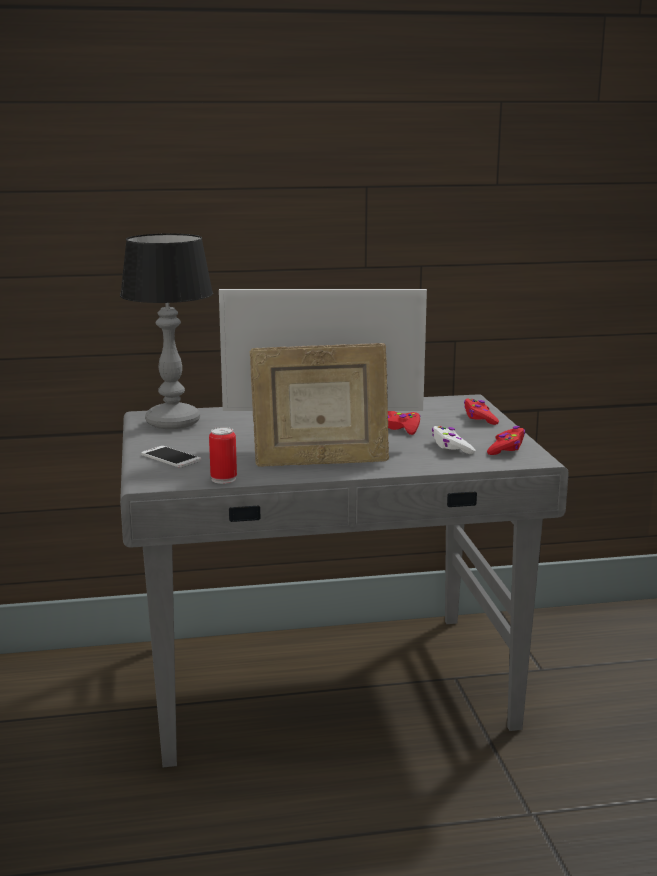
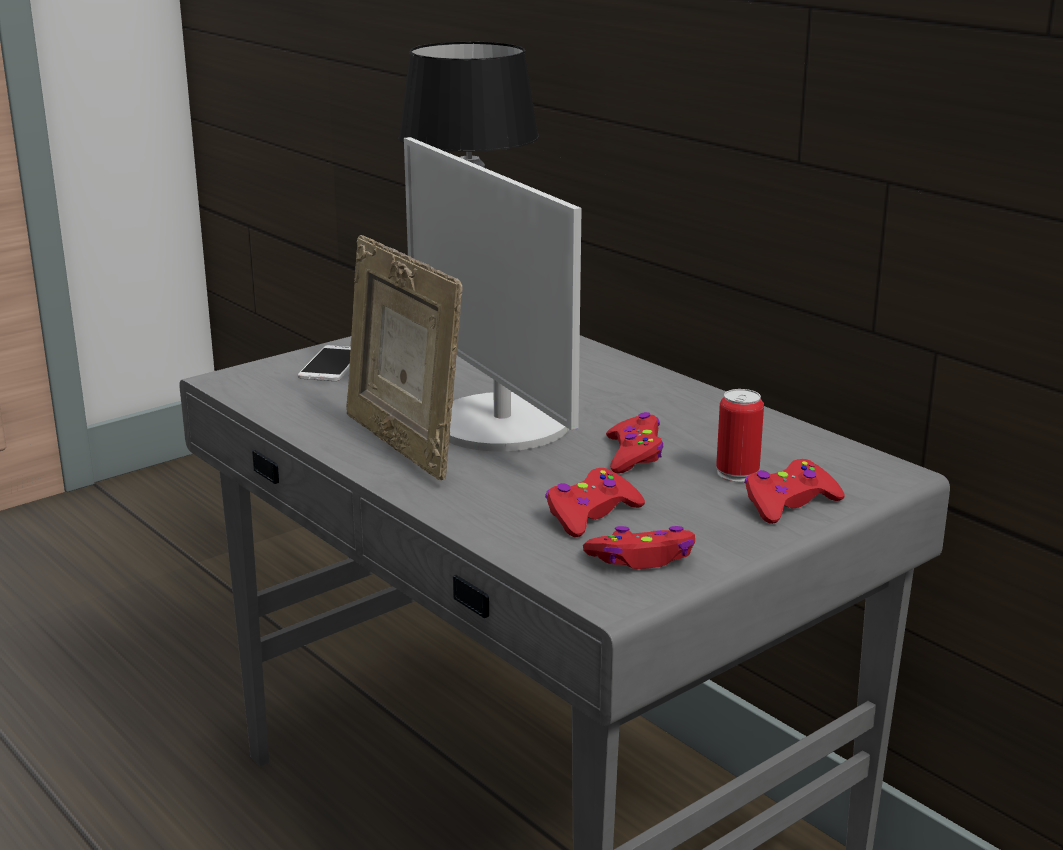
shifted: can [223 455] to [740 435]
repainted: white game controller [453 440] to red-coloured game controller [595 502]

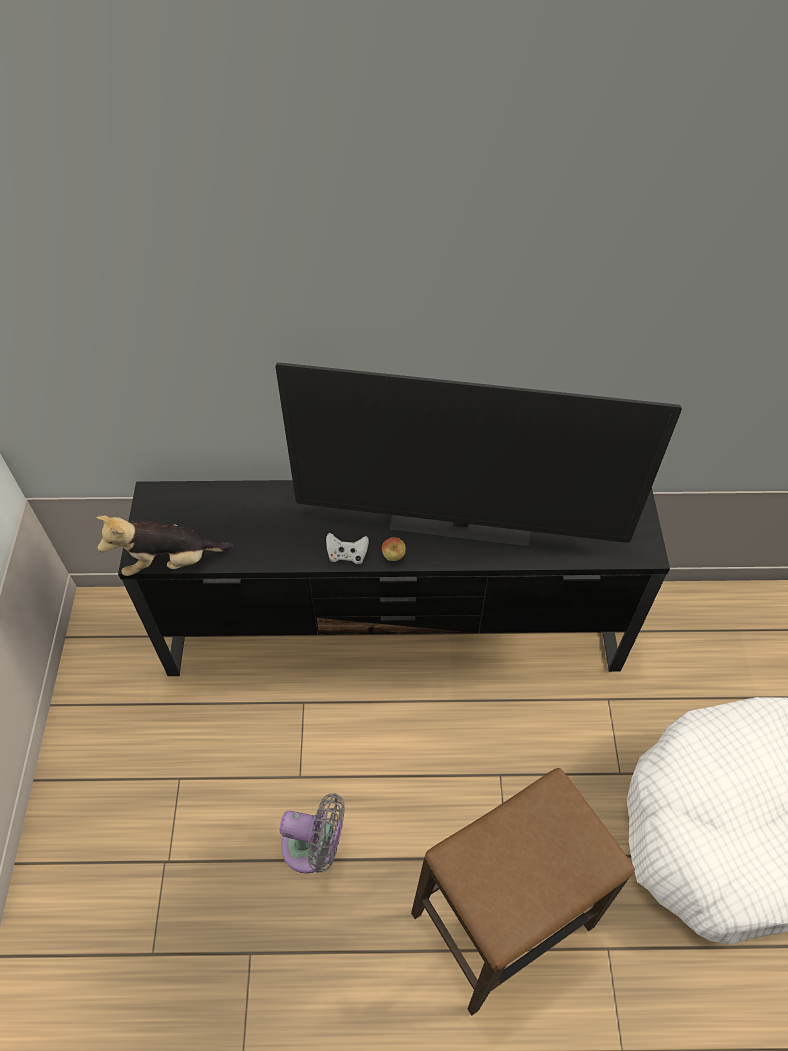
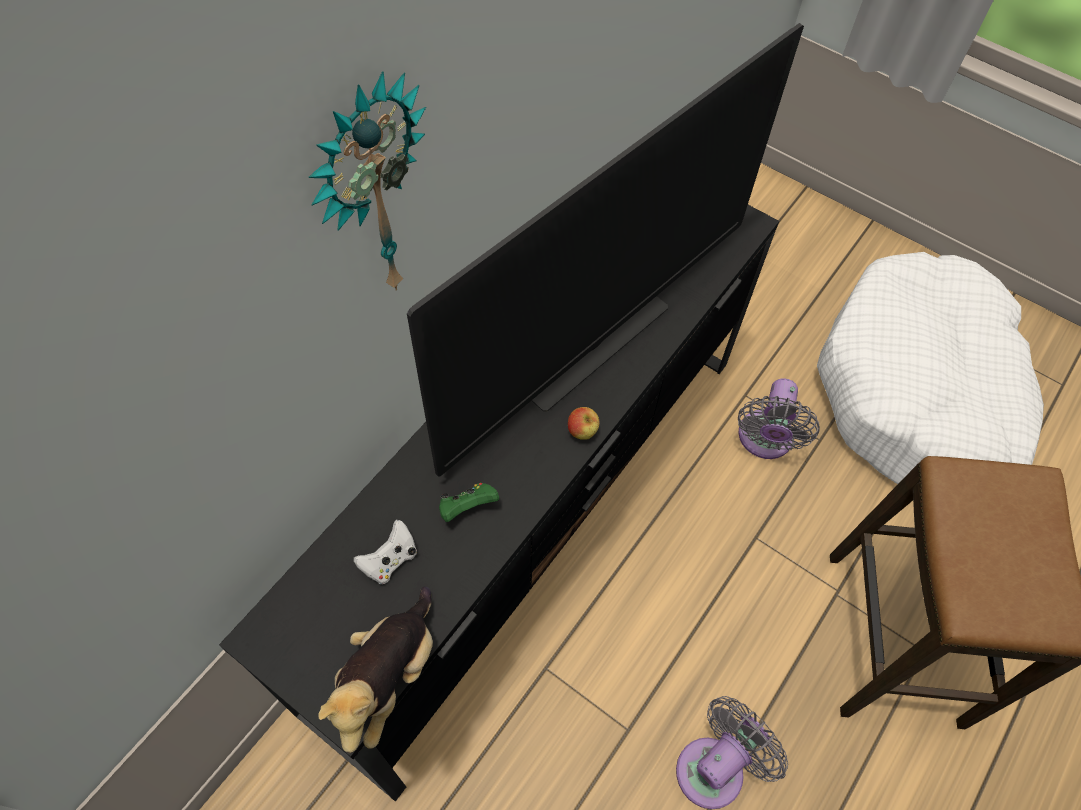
new: hanging clock [367 181]; gray cooling fan [779 418]; green game controller [469 502]
shifted: white game controller [347 548] to [385 552]

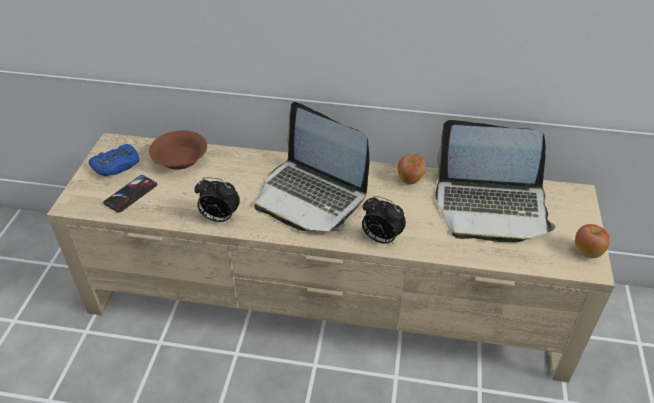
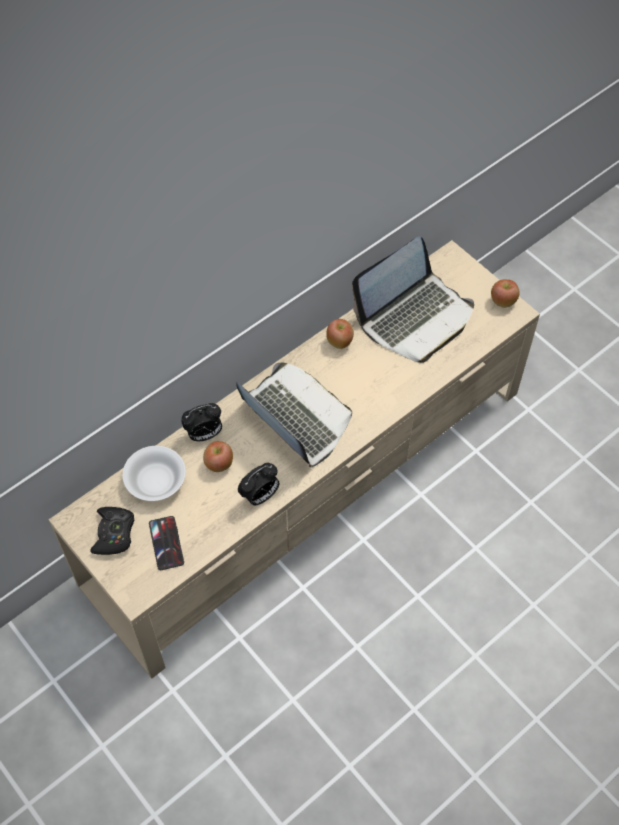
new: apple [218 456]
shifted: table clock [384 220] to [201 422]
repainted: brownish deep dish [178 150] to white deep dish [154 473]; bluish game controller [114 160] to blackish game controller [112 531]
rotated: notebook computer [311 166] = [294 415] 120 degrees counterclockwise

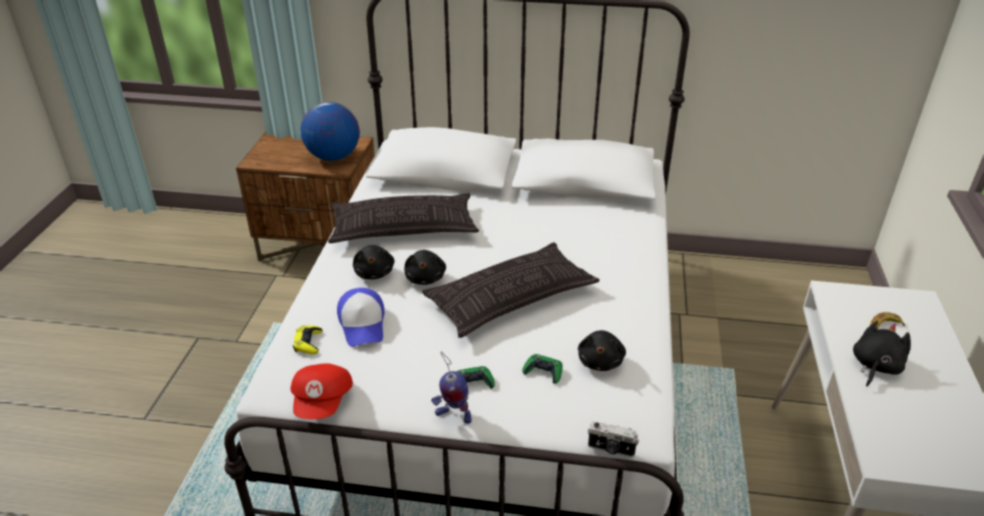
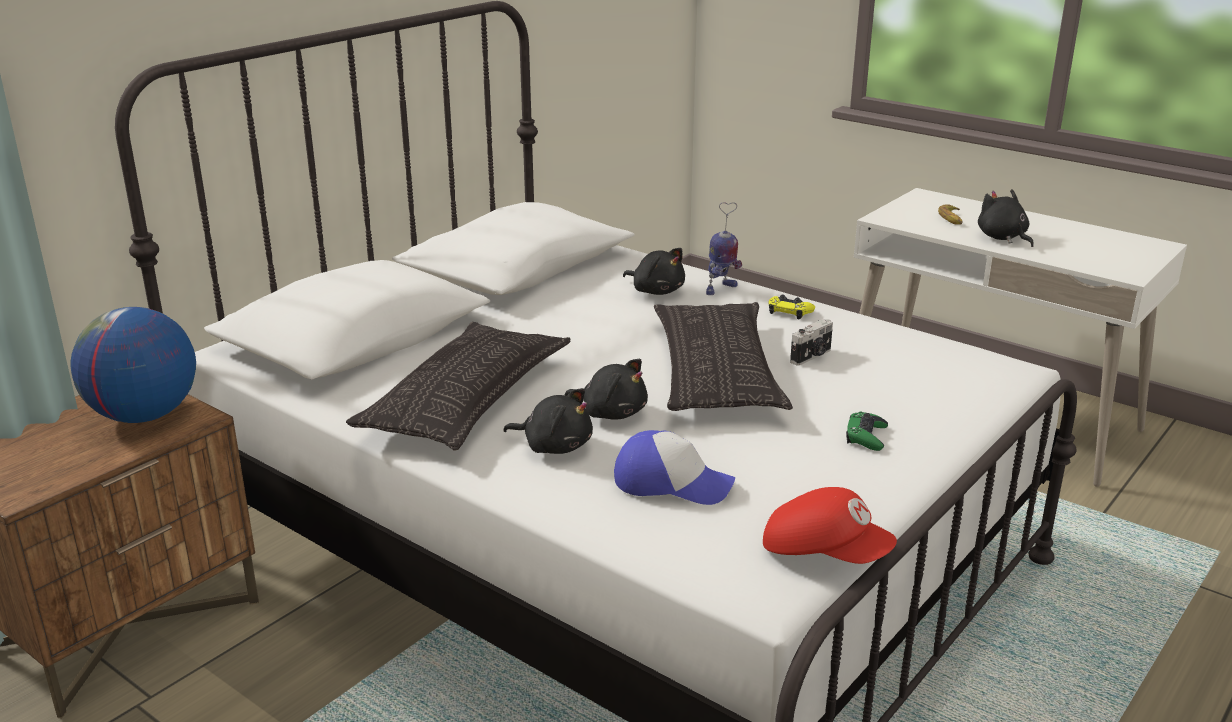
gone: green game controller [542 369]
shifted: yellow game controller [308 339] to [791 307]; blackish plush toy [602 350] to [654 271]; toy robot [451 387] to [724 248]; photo camera [613 439] to [811 342]

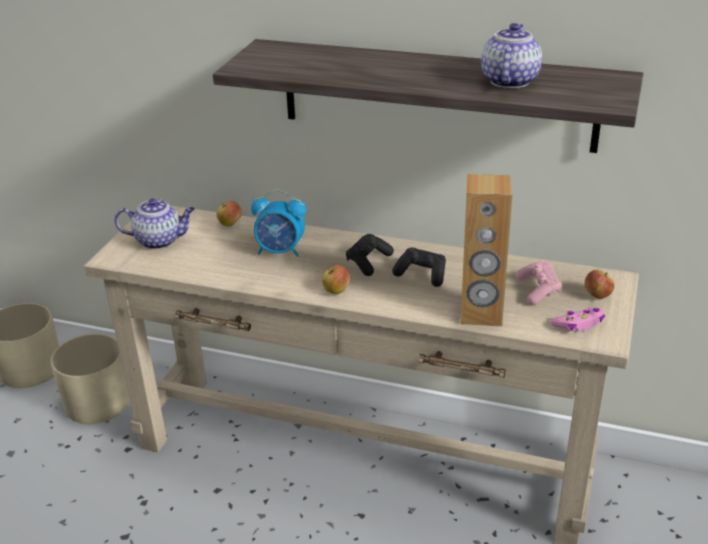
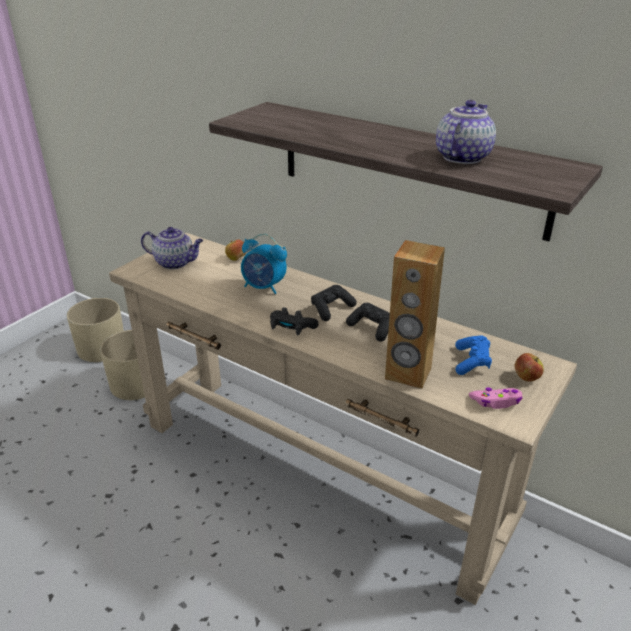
swapped: apple [336 279] to blackish game controller [294 321]
repainted: pinkish game controller [539 283] to bluish game controller [473 355]

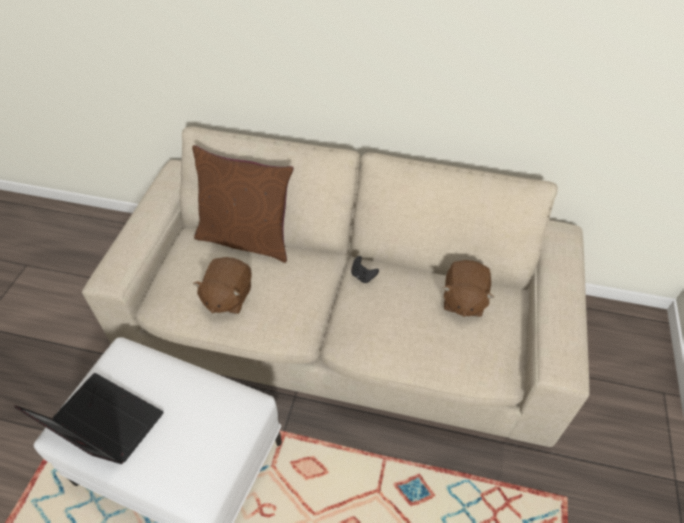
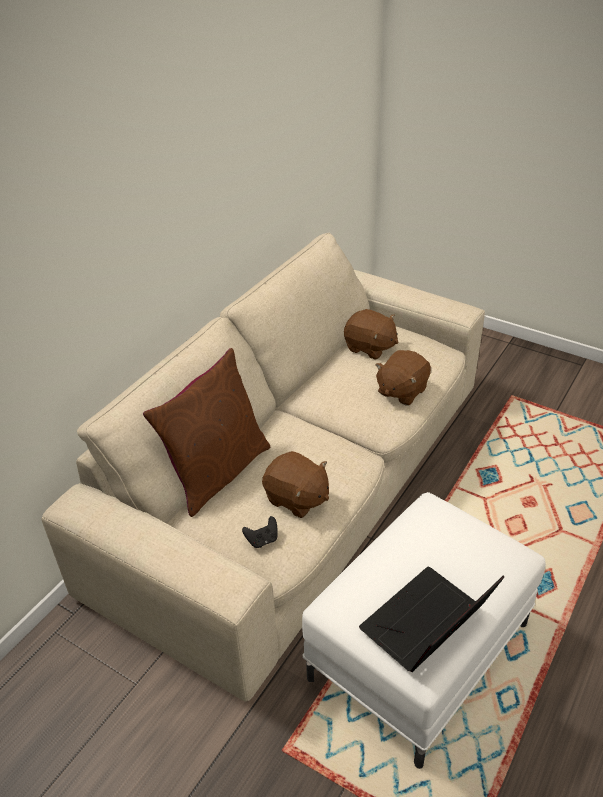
new: brownish plush toy [403 378]
shifted: blackish game controller [365 269] to [260 532]

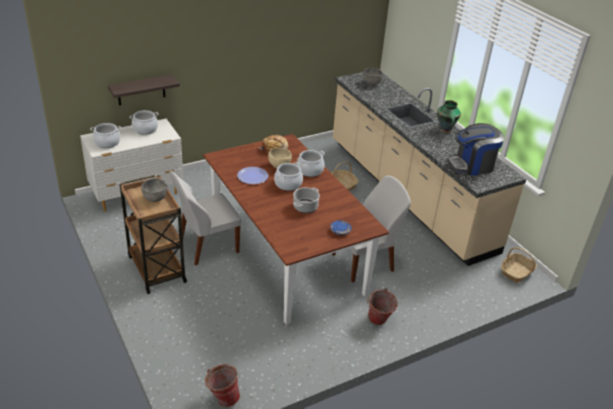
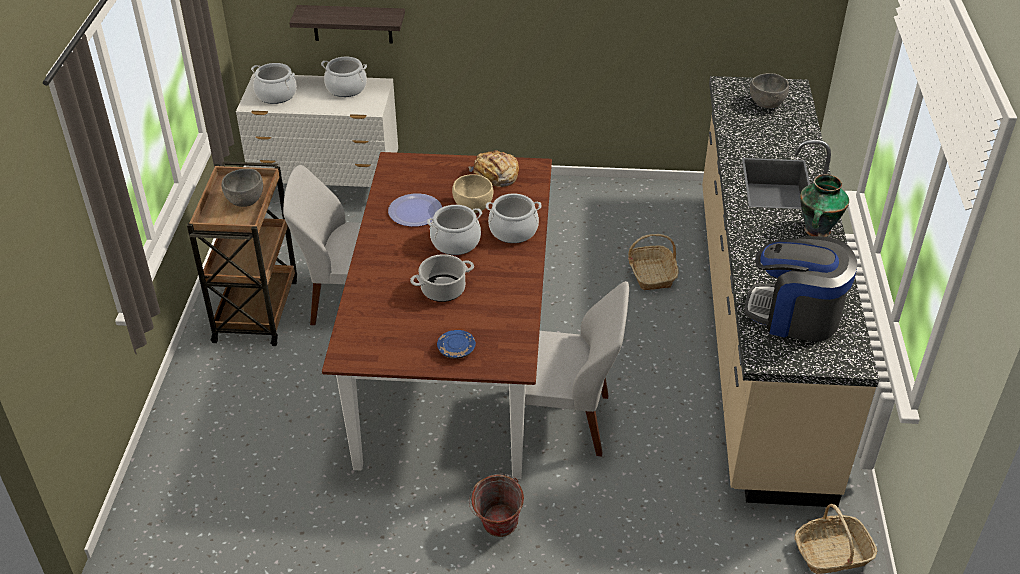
gone: bucket [222 385]

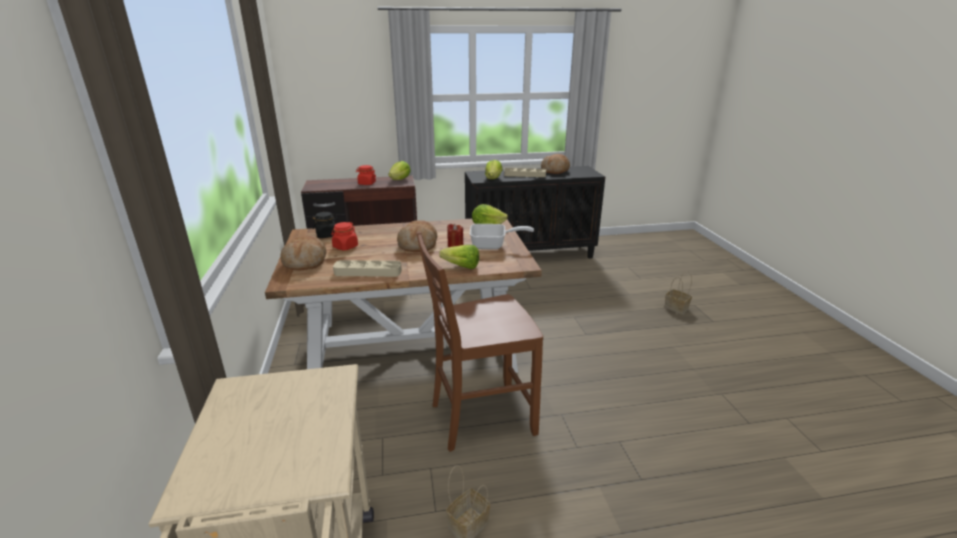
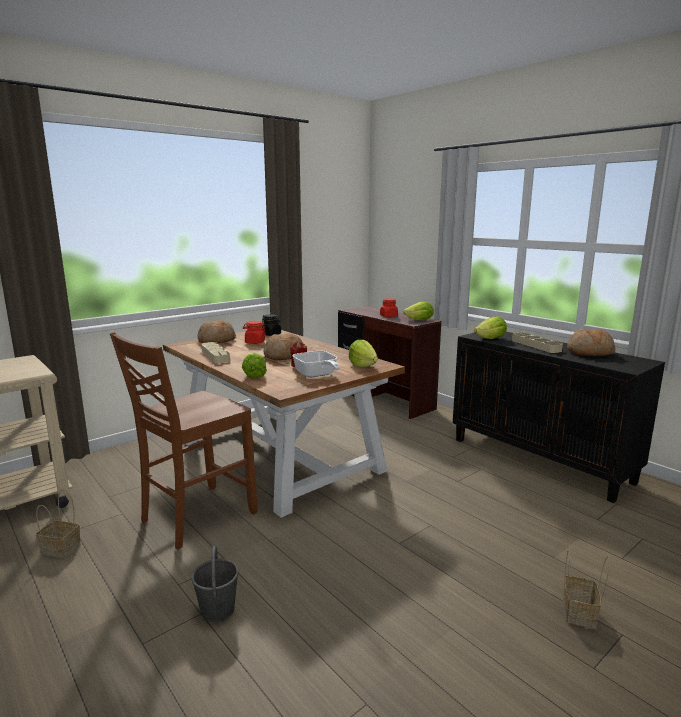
new: gray bucket [215 584]
rotated: brownish chair [479 341] = [184 440] 90 degrees counterclockwise

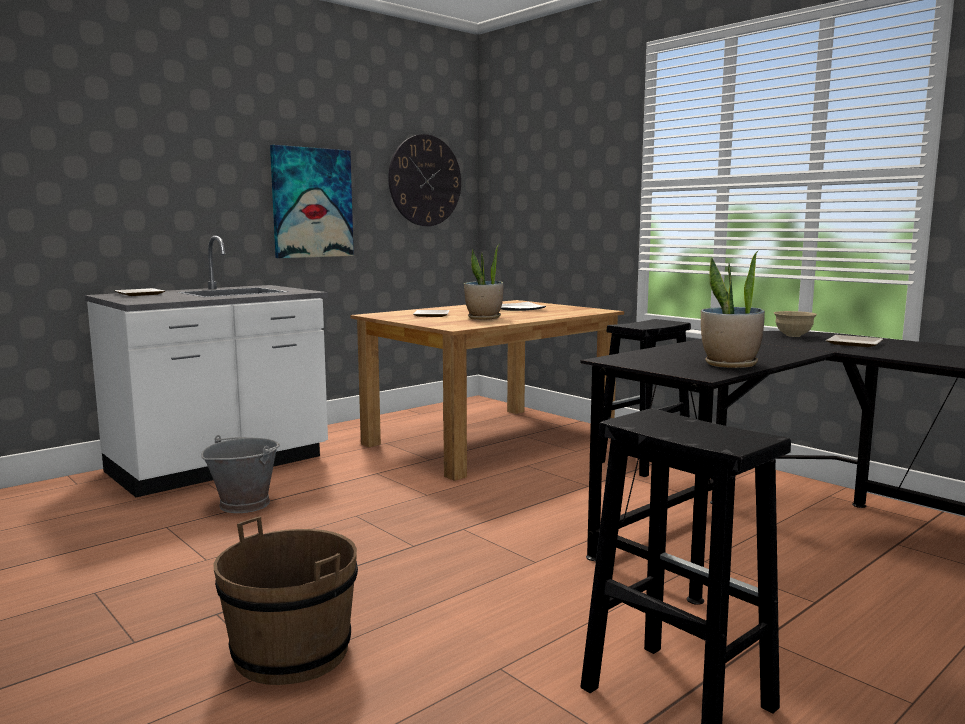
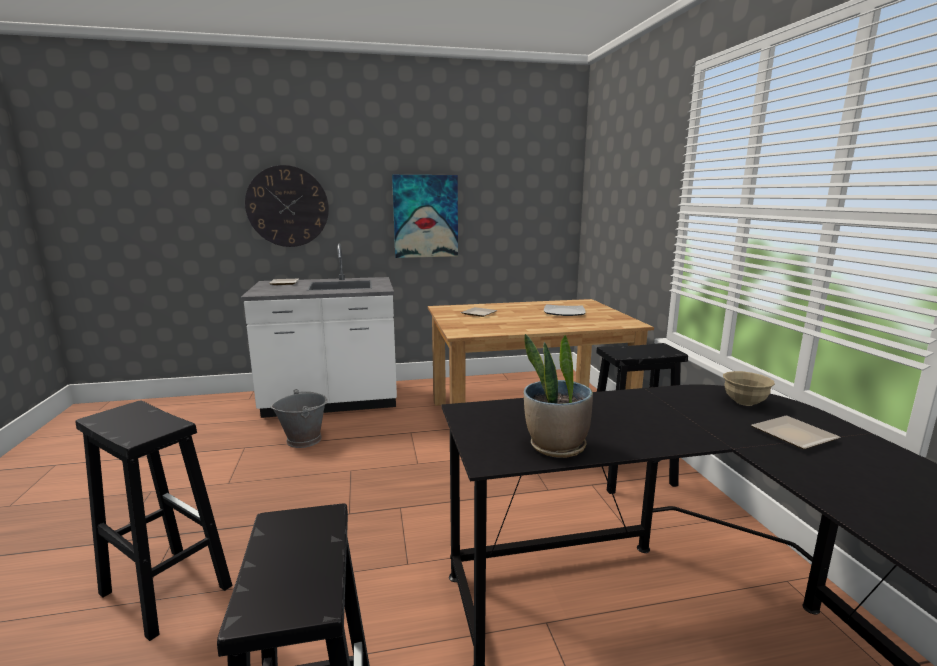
gone: potted plant [483 282]
shifted: hanging clock [424 180] to [287 206]
swapped: brownish bucket [286 600] to blackish stool seat [153 520]

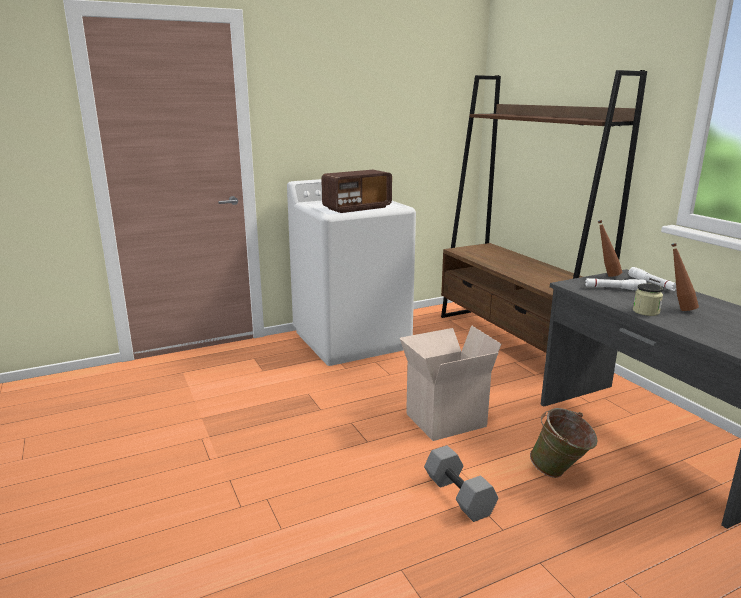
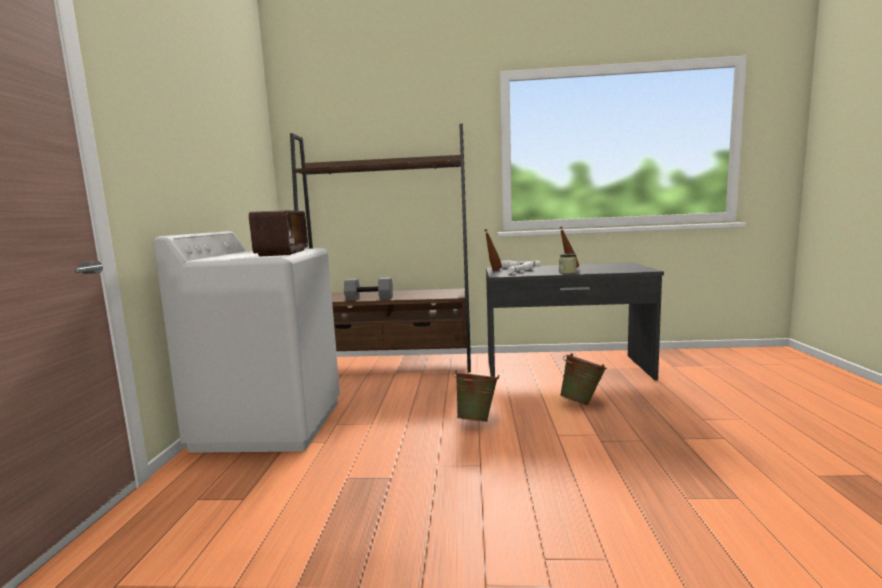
shifted: gray free weight [461 483] to [368 289]
swapped: cardboard box [450 383] to green bucket [476 396]

